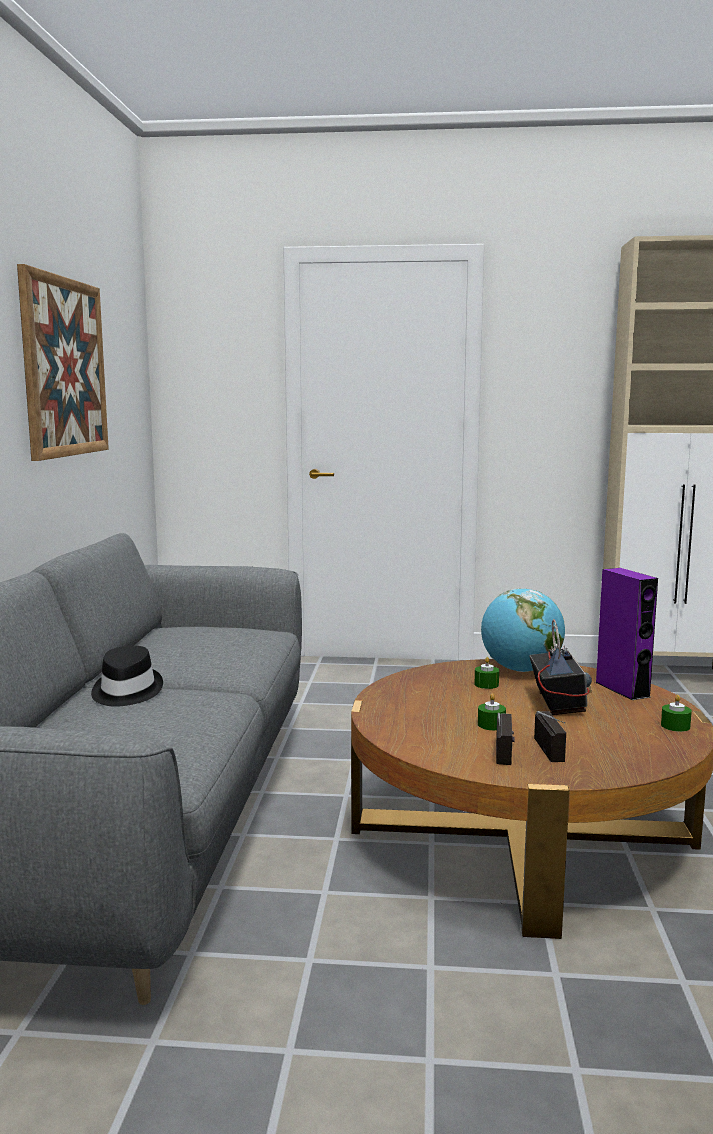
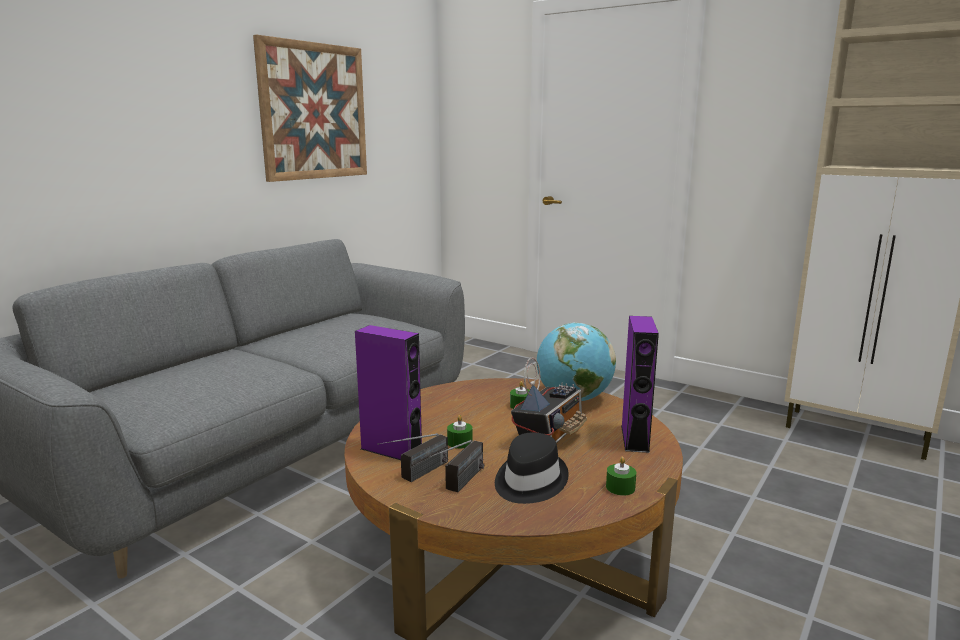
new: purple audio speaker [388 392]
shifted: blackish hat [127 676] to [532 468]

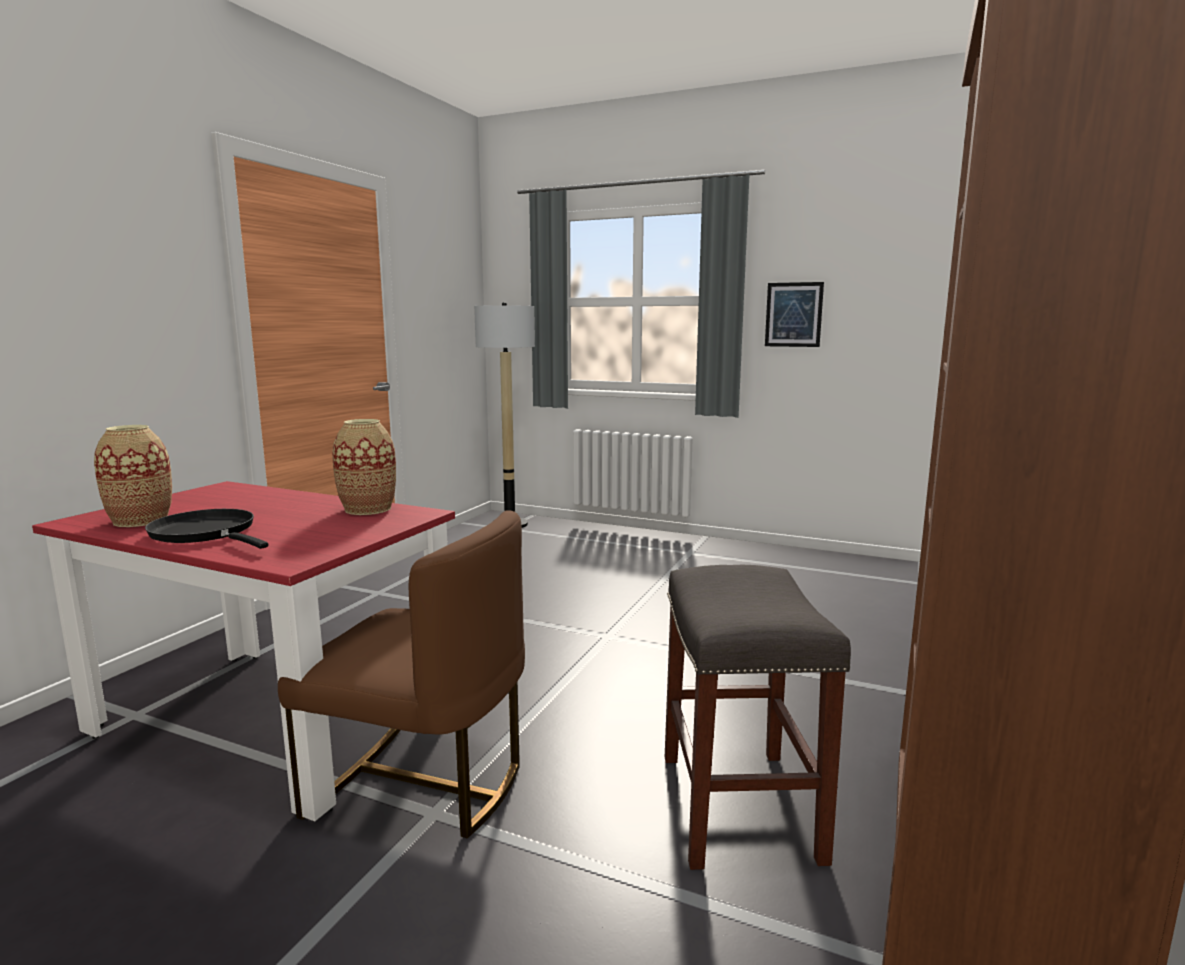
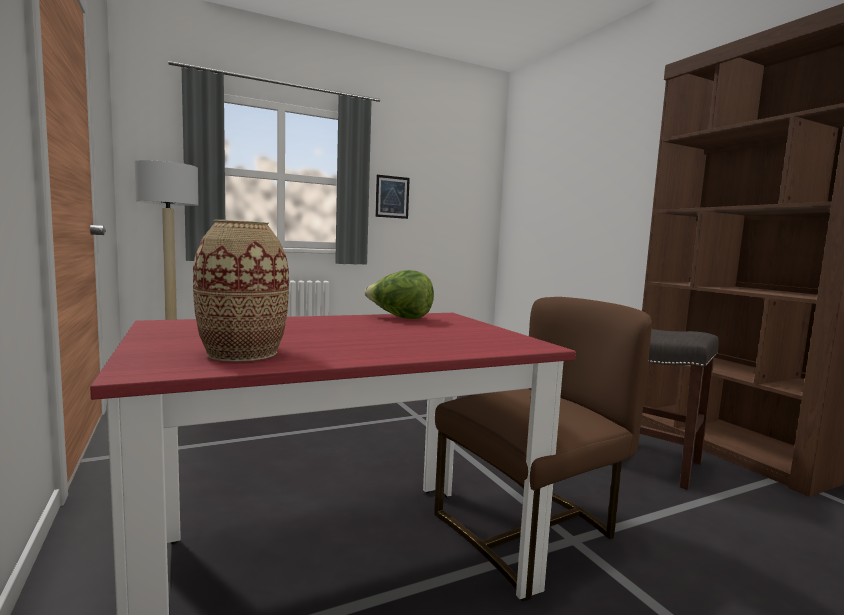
gone: blackish frying pan [207 529]
swapped: decorative vase [364 467] to lettuce head [399 294]

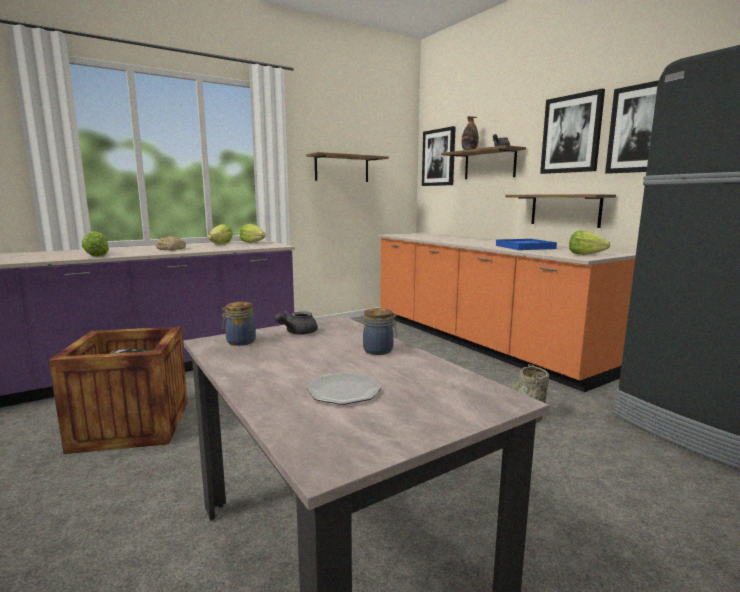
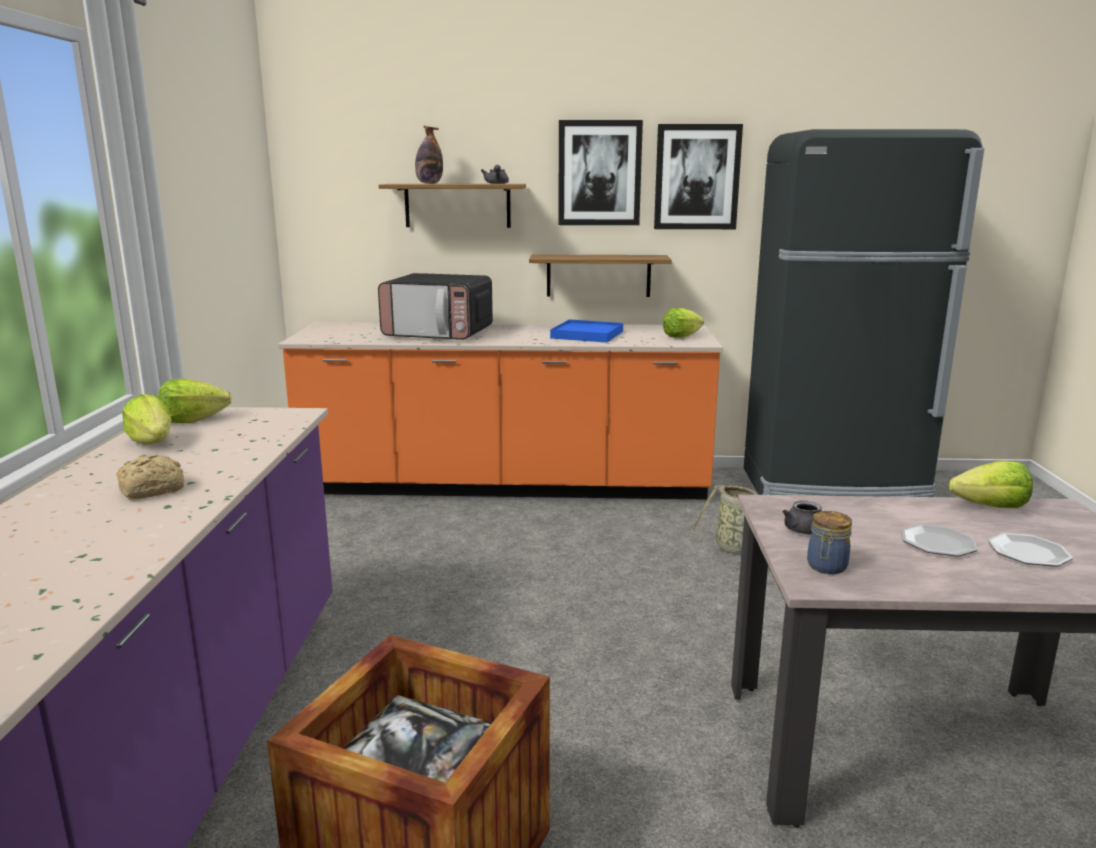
gone: picture [439 156]; bracket shelf [347 167]; storage jar [380 331]
new: microwave [435 306]; dinner plate [939 540]
shifted: lettuce head [95 243] to [991 484]

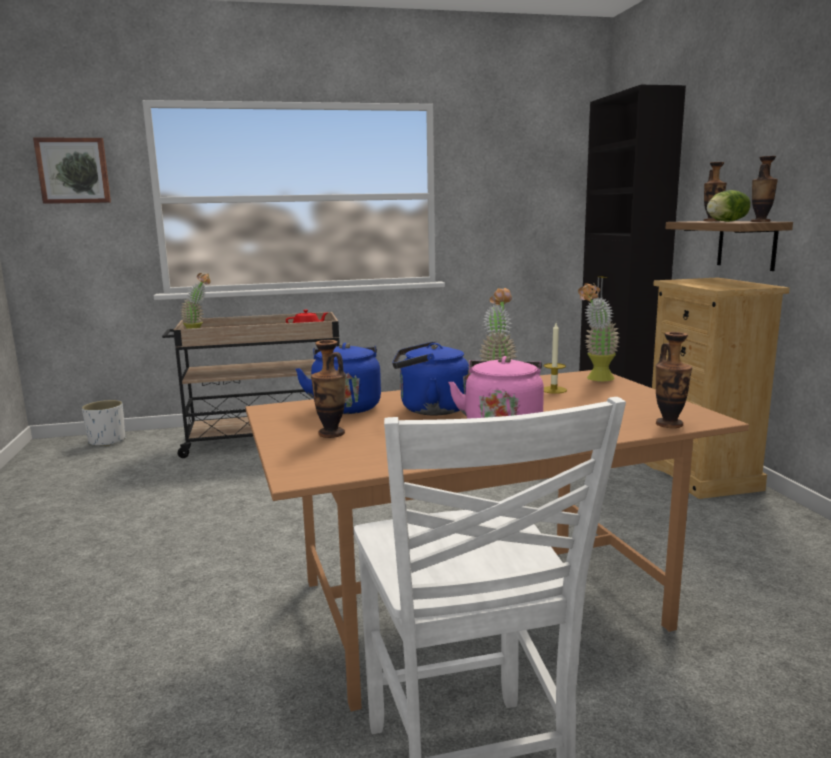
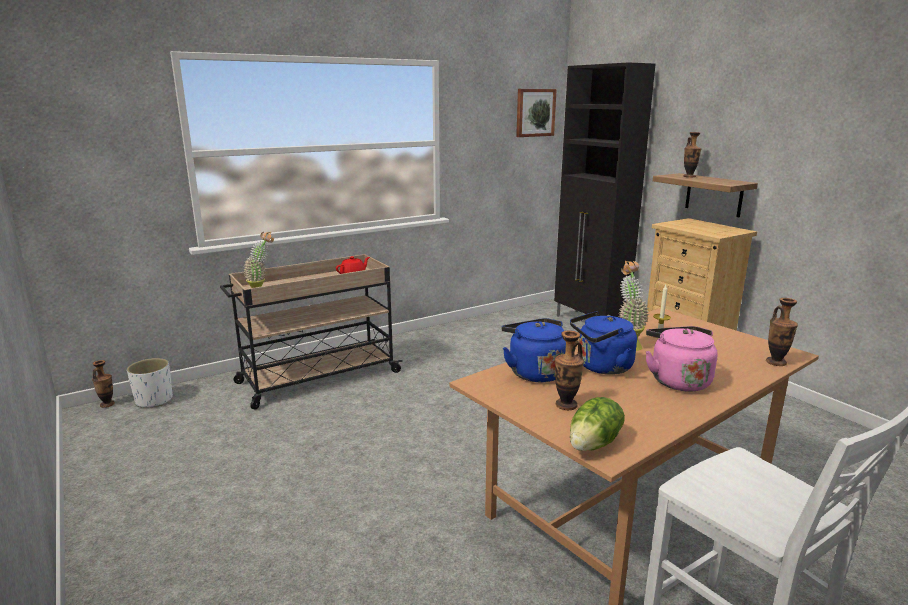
gone: potted plant [599 332]
shifted: picture [72 171] to [536 113]; decorative vase [764 189] to [103 384]; lettuce head [728 206] to [597 424]

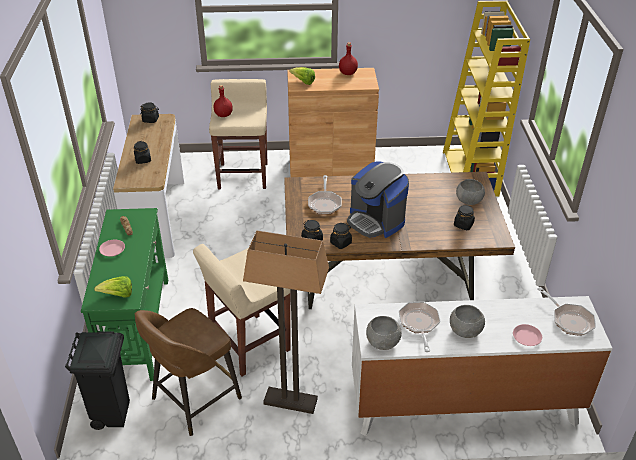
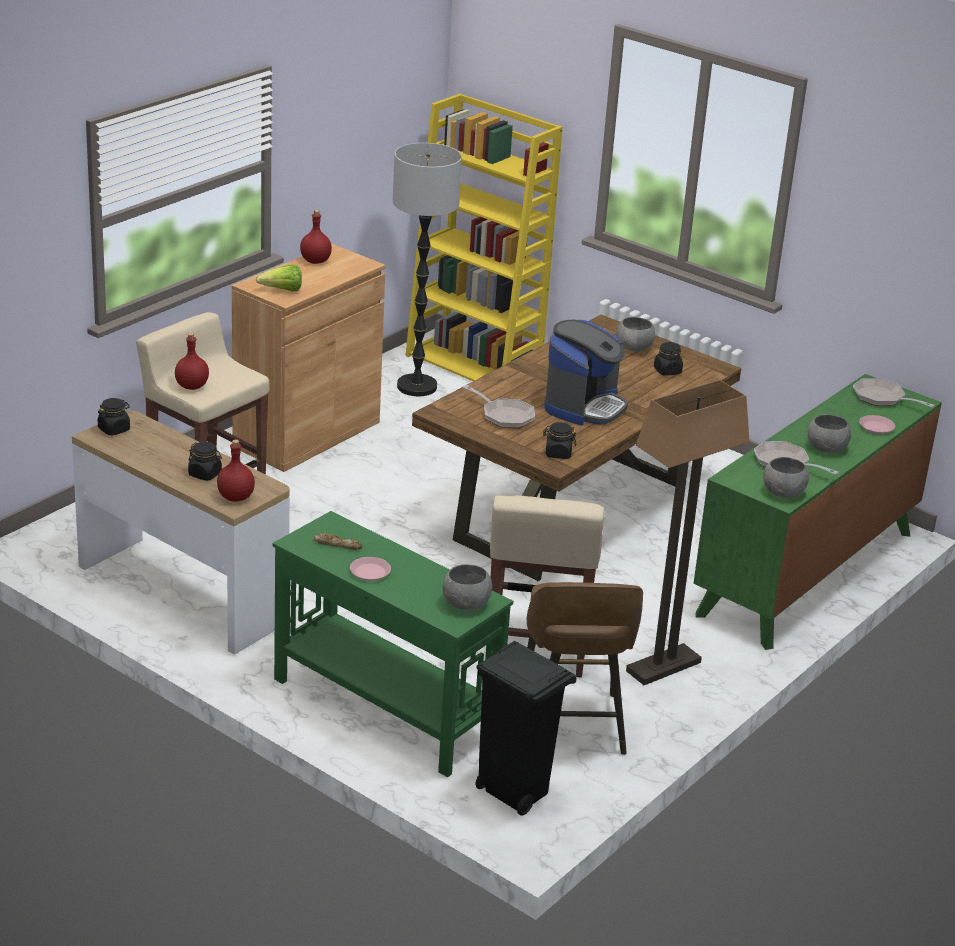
gone: blackish storage jar [341 236]
new: standing lamp [427 269]; red-coloured bottle [236 471]
swapped: lettuce head [113 287] to gray deep dish [467 587]
repainted: white chest of drawers [482 366] to green chest of drawers [817 512]
rotated: coffee machine [378 199] = [586 373] 60 degrees counterclockwise; frying pan [567 311] = [894 392] 150 degrees counterclockwise

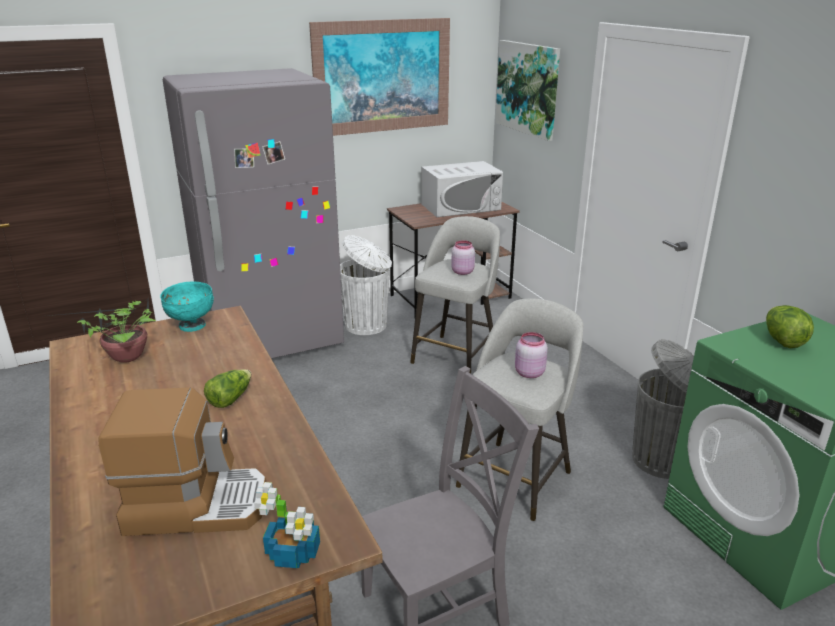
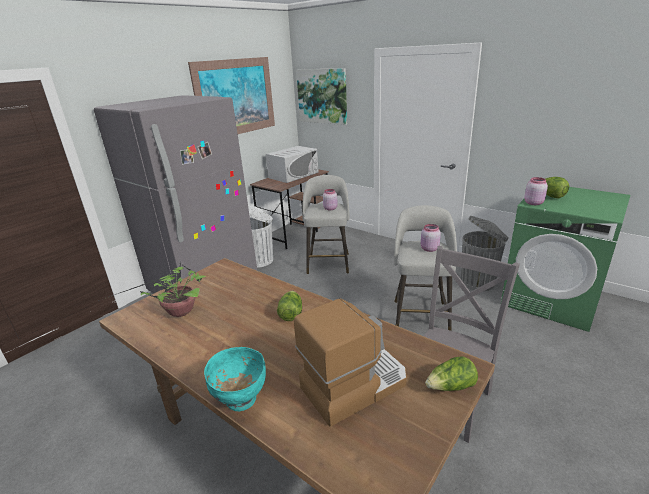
new: pinkish storage jar [536 191]
shifted: blue-green deep dish [187 306] to [235 379]
swapped: potted plant [287 525] to lettuce head [451 373]

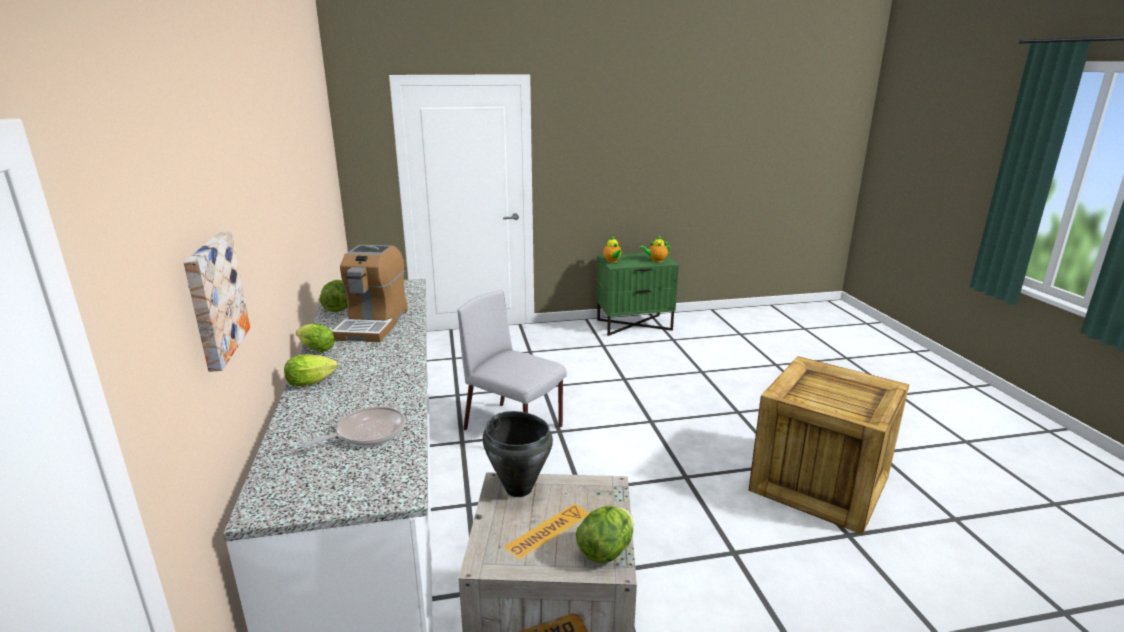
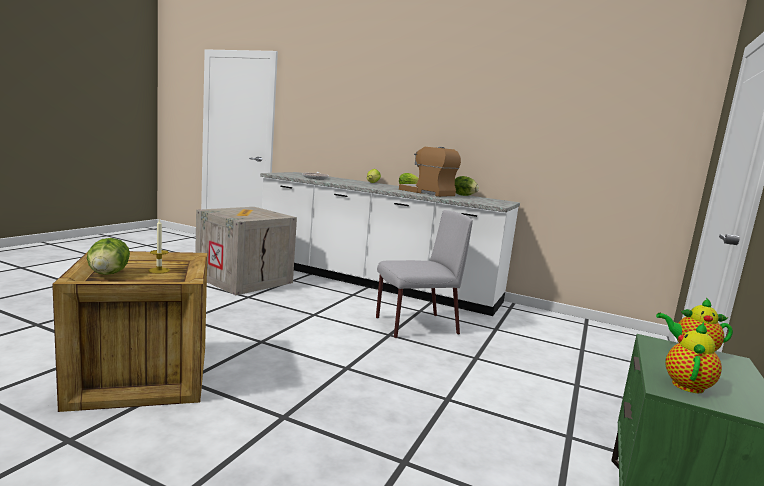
gone: picture [216 302]; blackish cooking pot [518 454]
new: wax light [159 246]
shifted: lettuce head [605 534] to [108 256]

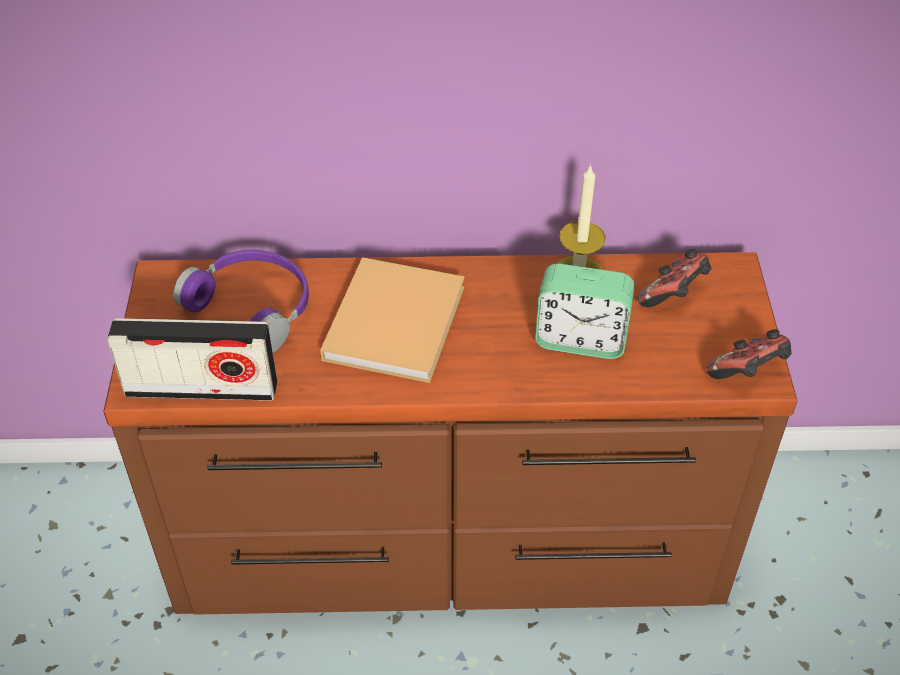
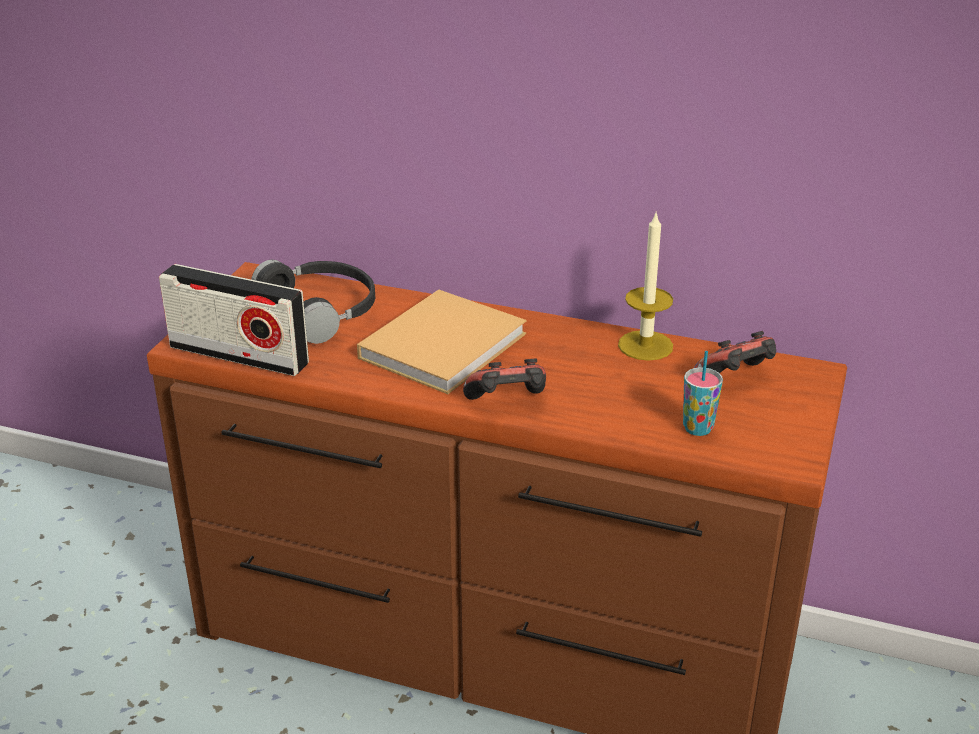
gone: table clock [584 311]
new: cup [703 393]
shifted: game controller [749 354] to [504 379]
repainted: purple pair of headphones [241 301] to blackish pair of headphones [313 301]

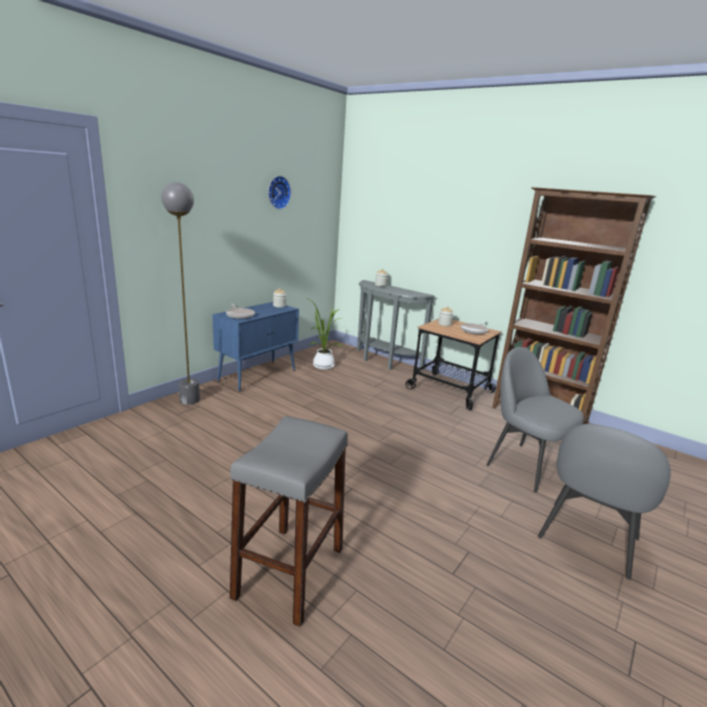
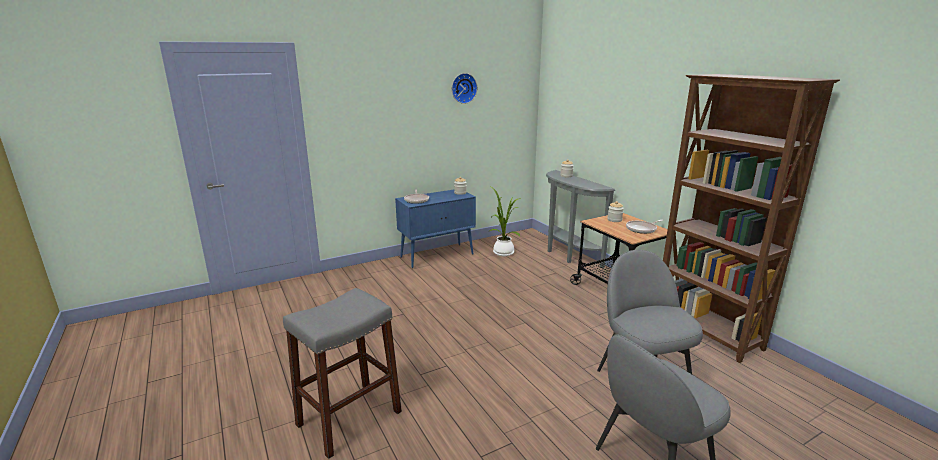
gone: gray standing lamp [180 294]

